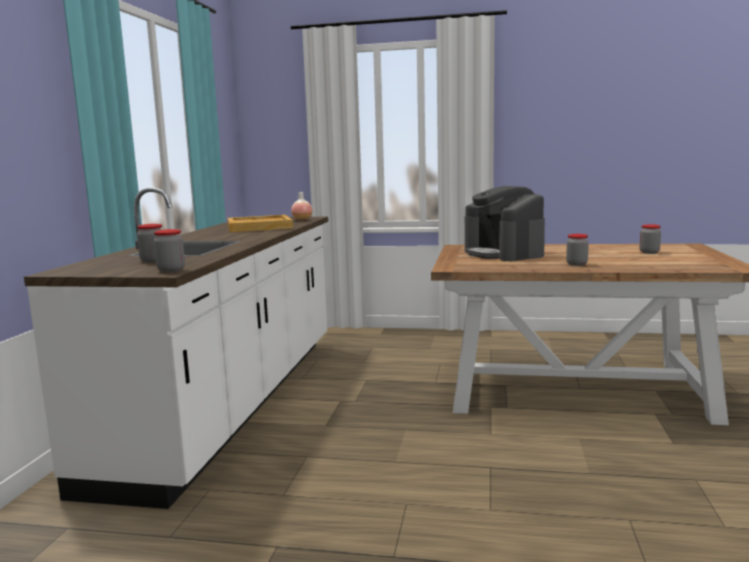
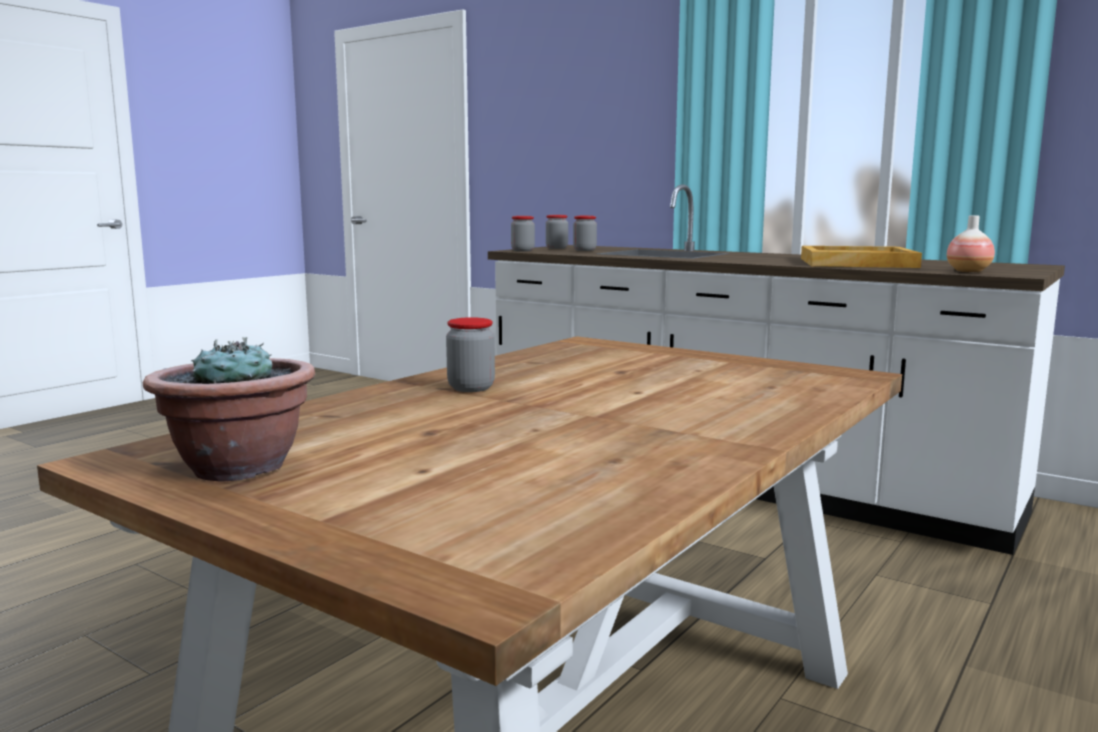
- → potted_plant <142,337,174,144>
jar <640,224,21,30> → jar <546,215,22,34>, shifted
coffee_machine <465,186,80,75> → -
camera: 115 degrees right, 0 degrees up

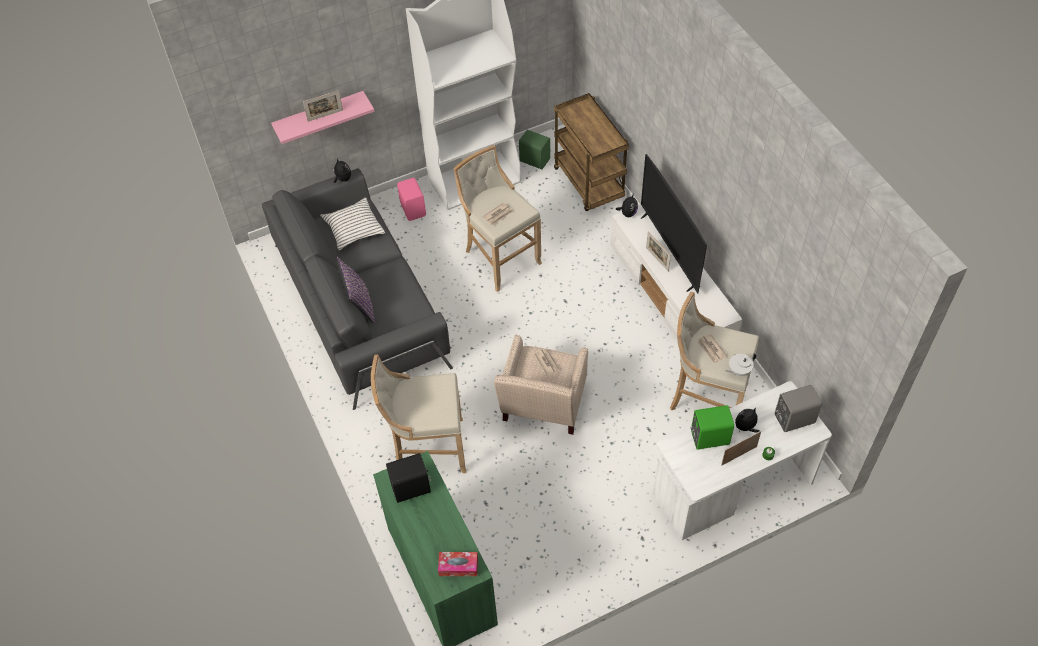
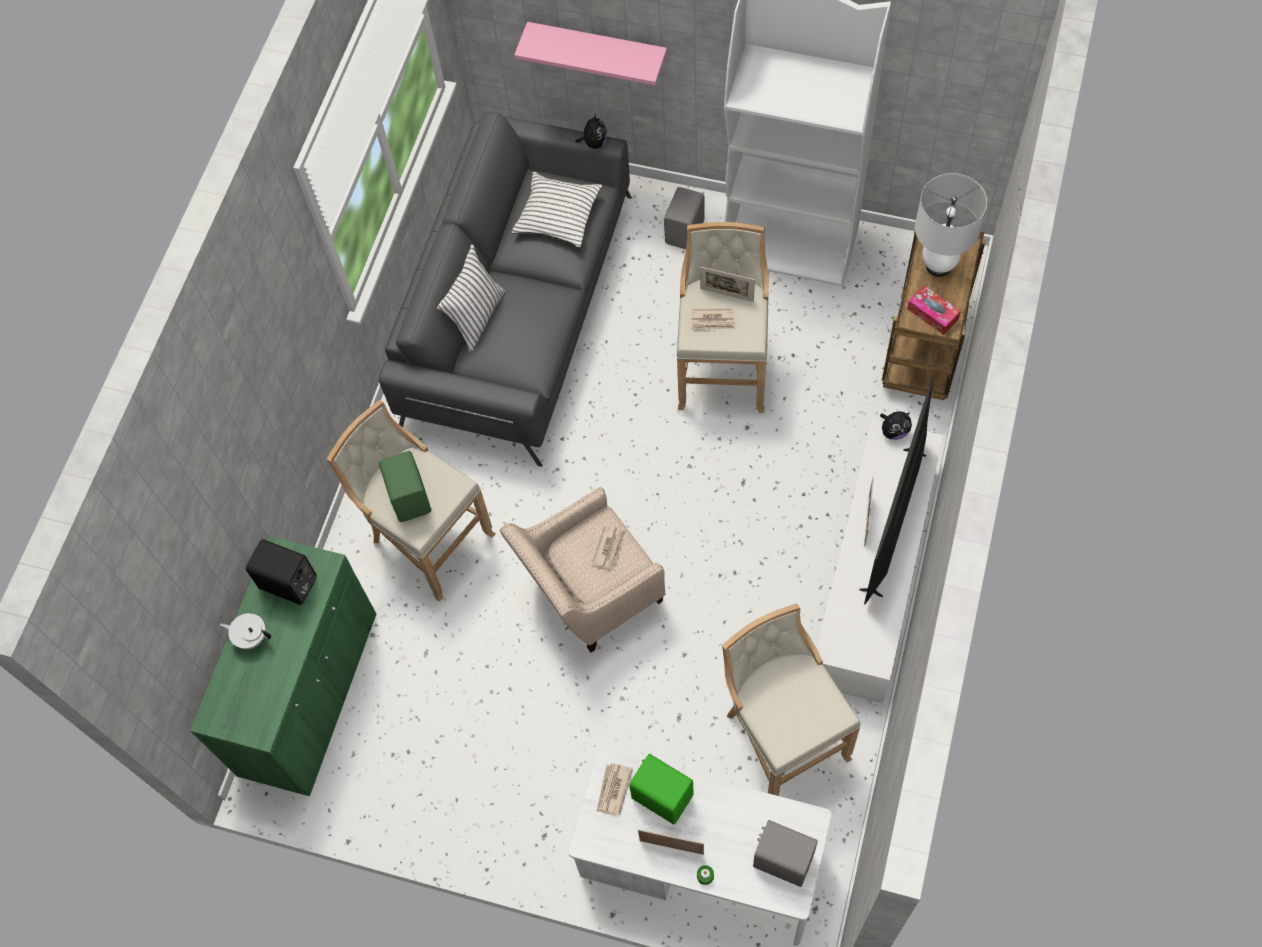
white_teapot <725,353,31,23> → white_teapot <220,613,51,36>, shifted
green_speaker <519,130,31,39> → green_speaker <379,451,52,71>, shifted
purple_pillow <336,257,39,67> → white_pillow <437,244,68,109>
newspaper <697,334,30,30> → newspaper <596,763,37,52>, shifted
pink_speaker <397,178,29,43> → grey_speaker <664,187,41,62>
picture_frame <303,90,40,32> → picture_frame <700,266,55,36>, shifted
tissue_box <438,552,40,24> → tissue_box <907,285,54,50>, shifted
- → white_table_lamp <915,173,72,104>
plush_toy <735,407,25,26> → -
camera: 45 degrees right, 10 degrees up

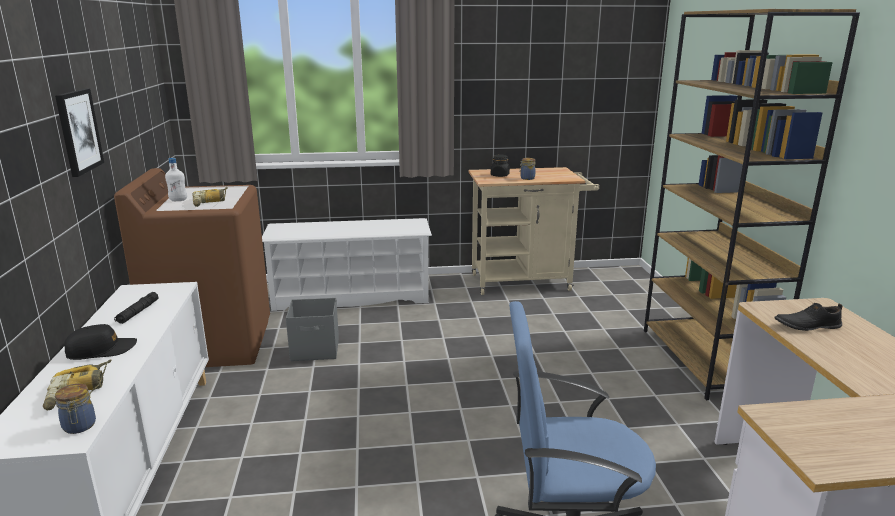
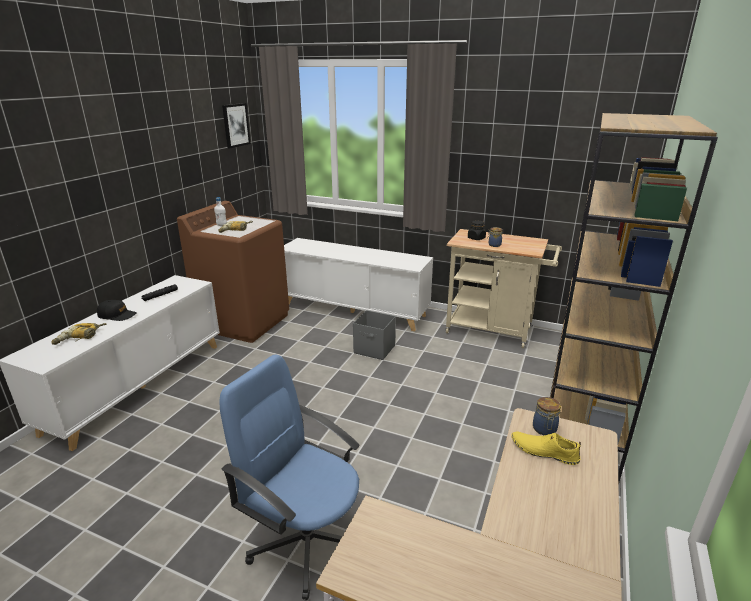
picture <55,89,49,88> → picture <222,103,29,45>, shifted
white_shoe_rack <262,218,170,93> → white_cabinet <284,238,149,94>
grey_storage_box <286,298,53,63> → grey_storage_box <353,310,43,50>, shifted
black_shoe <774,303,68,28> → yellow_shoe <511,431,70,34>
jar <55,384,41,50> → jar <533,397,28,38>, shifted
camera: 30 degrees right, 5 degrees up

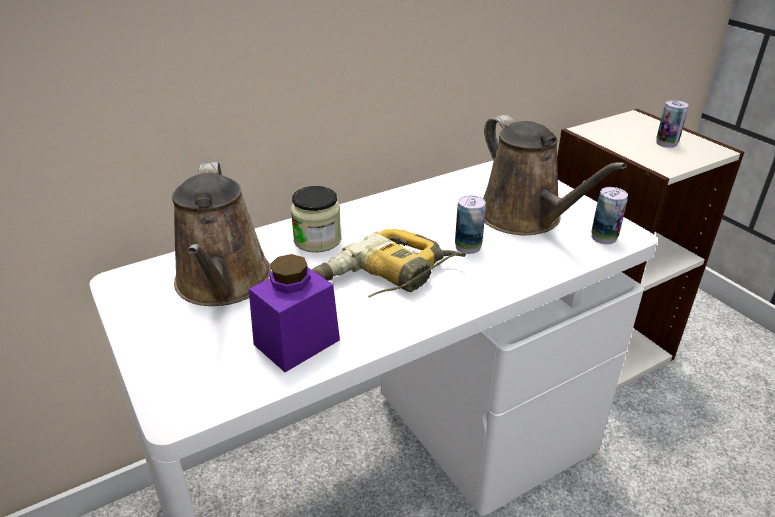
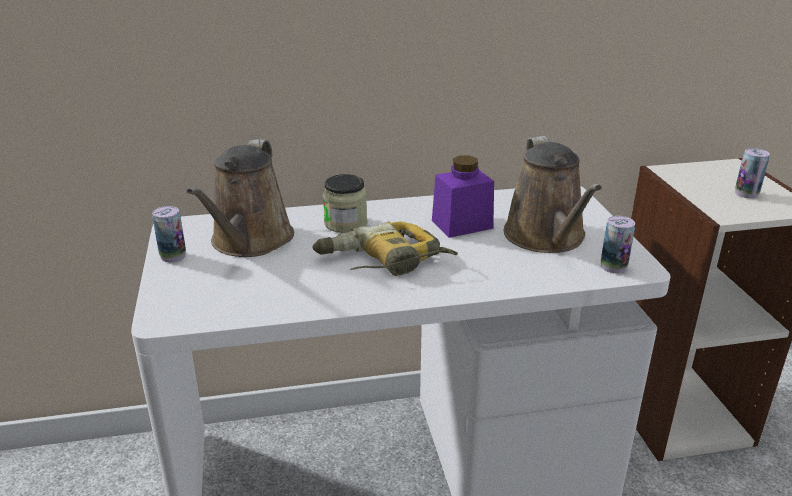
can <455,195,31,59> → can <152,206,34,56>, shifted
purple_jar <249,254,91,118> → purple_jar <432,156,62,82>, shifted
camera: 20 degrees right, 5 degrees down

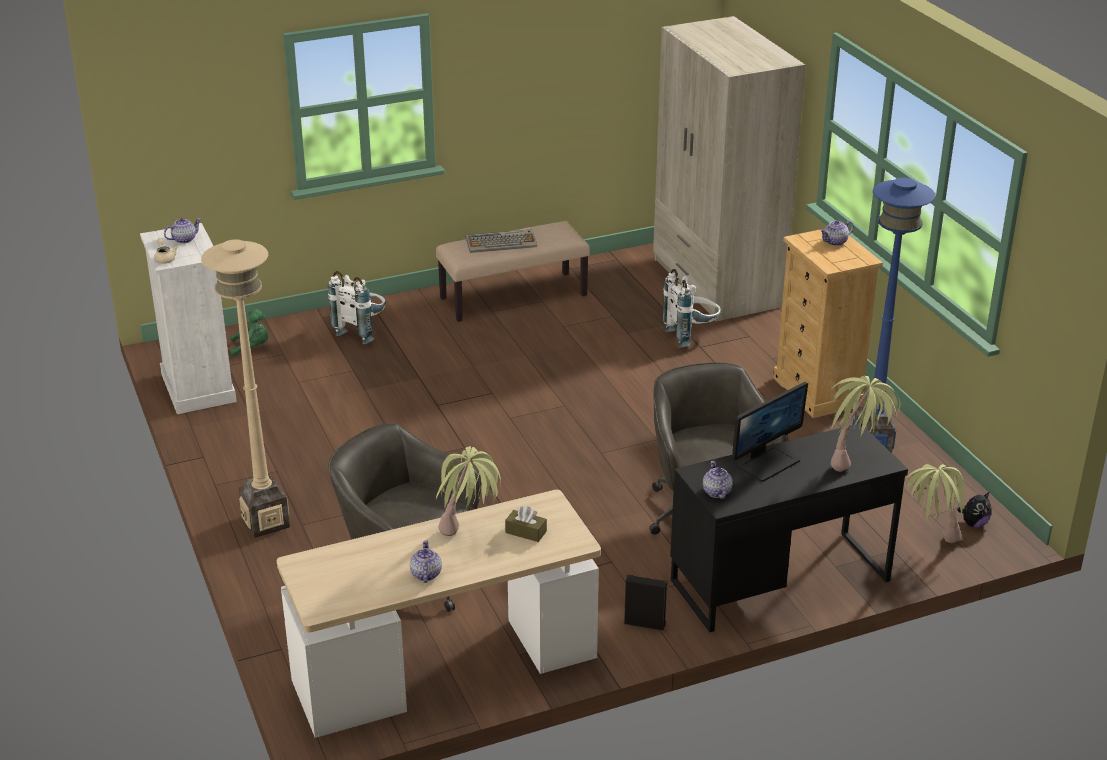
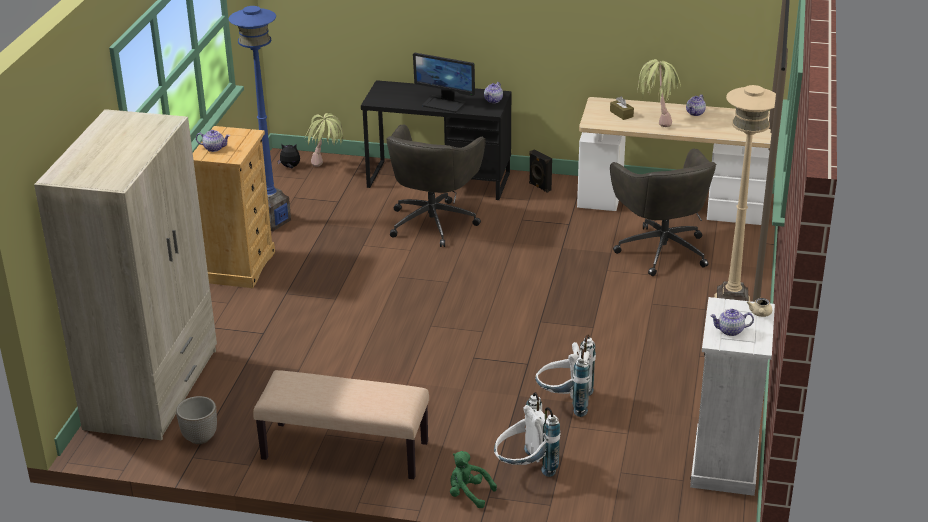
- → planter <176,396,41,48>
monitor <732,382,76,100> → monitor <413,53,62,60>, 150 degrees counterclockwise
green_plush_toy <230,309,38,48> → green_plush_toy <450,451,47,57>, shifted
white_backpack <663,269,58,78> → white_backpack <535,334,61,83>, shifted
keyboard <466,229,71,24> → -
potted_plant <830,376,70,96> → -
camera: 145 degrees left, 0 degrees up

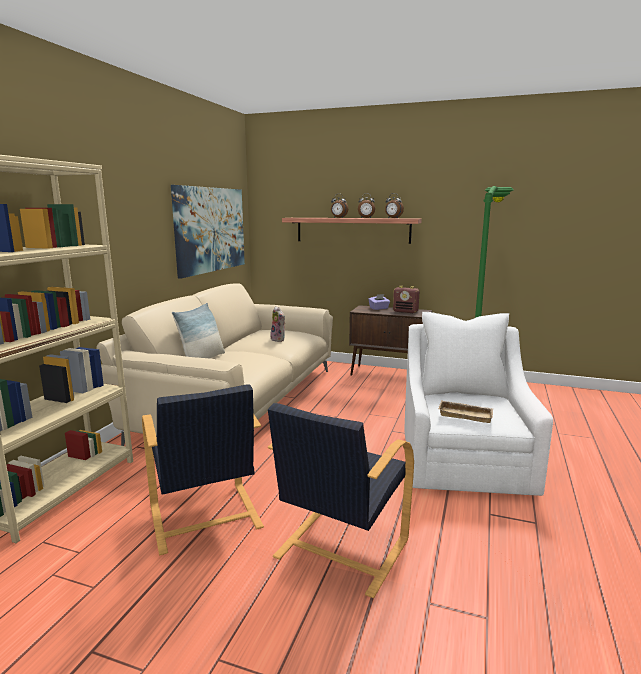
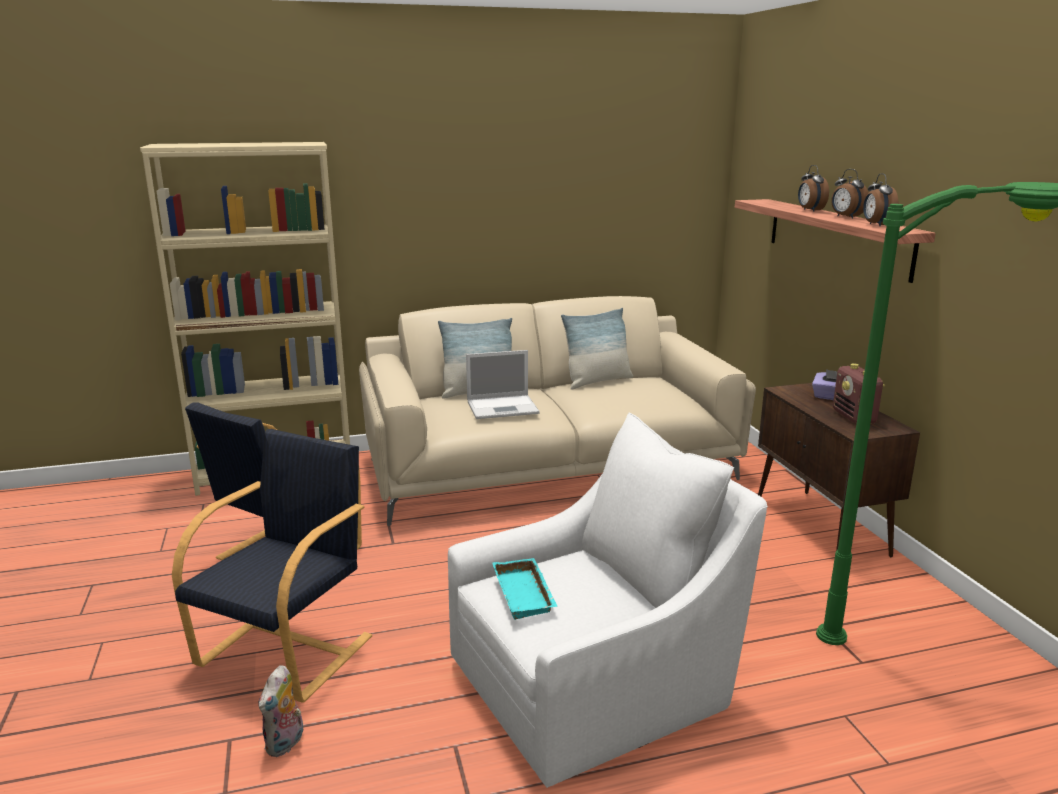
black_armchair <268,403,146,195> → black_armchair <172,429,200,274>, 120 degrees clockwise
plush_toy <270,306,15,36> → plush_toy <258,665,45,92>, shifted
- → laptop <466,350,74,69>
beige_tray <438,400,55,23> → turquoise_tray <492,558,66,62>
- → pillow <561,308,72,82>
picture <171,185,74,94> → -
camera: 55 degrees right, 5 degrees up

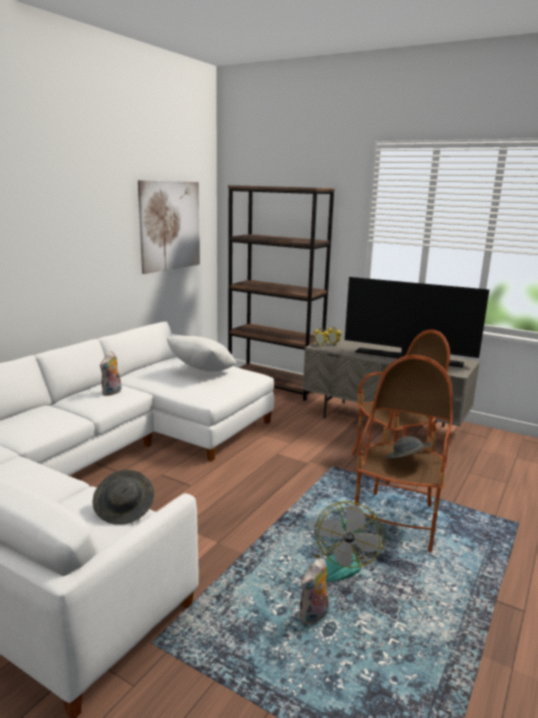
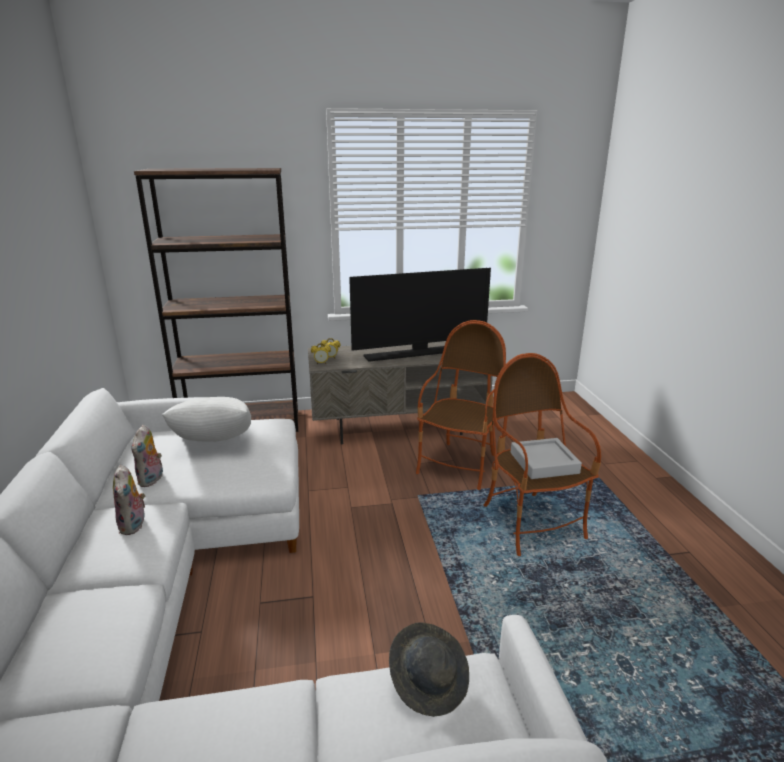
plush_toy <300,558,30,66> → plush_toy <131,425,32,62>, shifted
grey_hat <386,436,47,23> → grey_tray <511,438,71,41>
picture <138,180,62,94> → -
fan <312,501,73,80> → -
camera: 40 degrees left, 5 degrees up

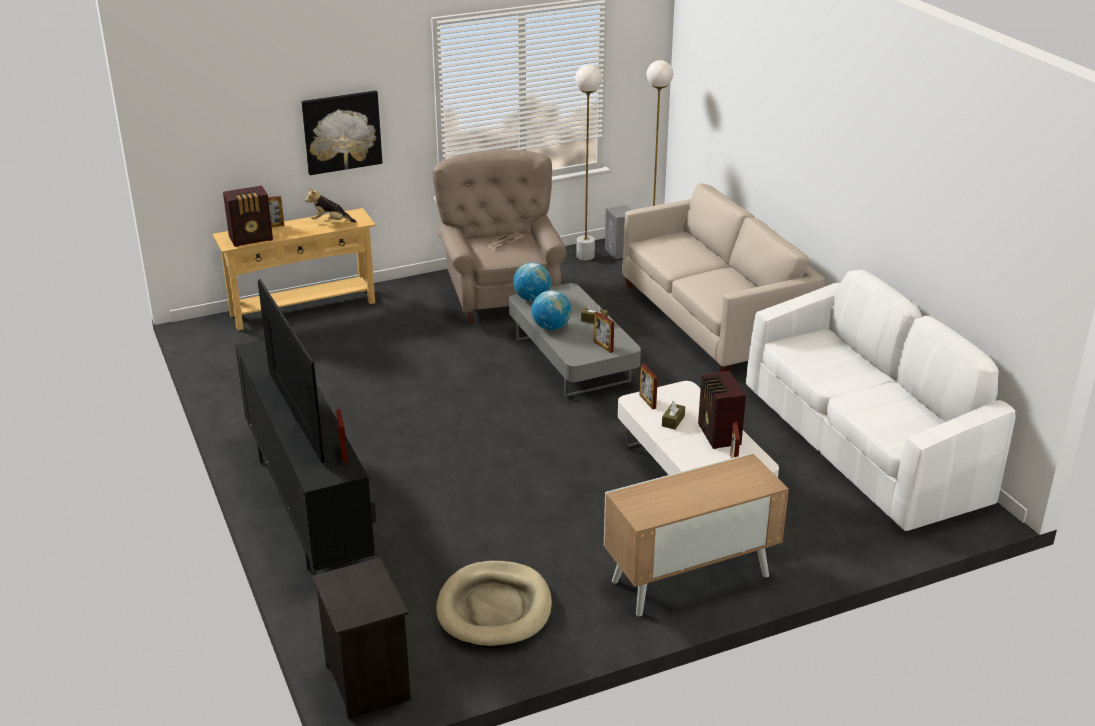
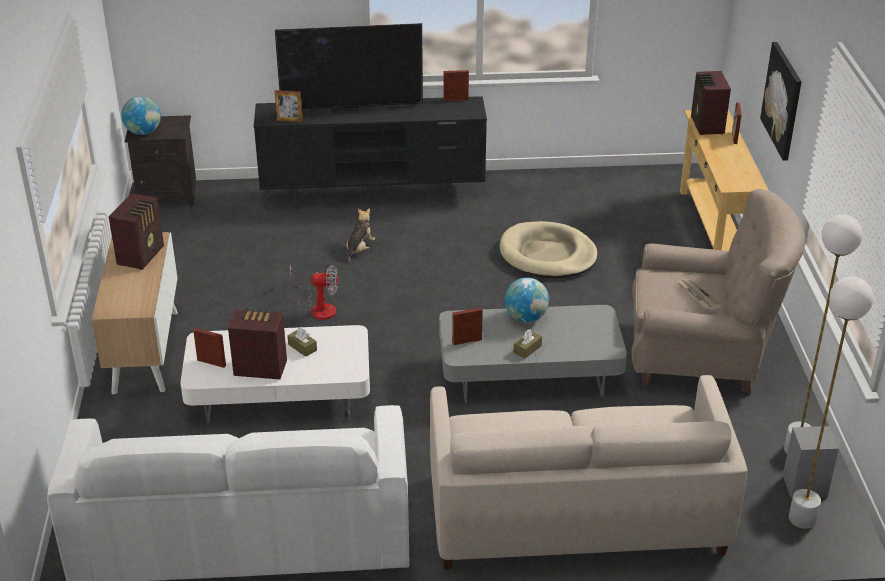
- → radio <108,193,56,77>
globe <513,263,38,38> → globe <121,96,40,39>, shifted
- → fan <290,264,48,56>
plush_toy <305,188,51,35> → plush_toy <346,208,29,56>, shifted
picture_frame <639,364,19,45> → picture_frame <444,70,25,31>, shifted
beige_dog_bed <436,561,116,87> → beige_dog_bed <500,221,98,57>, shifted
camera: 110 degrees right, 5 degrees up

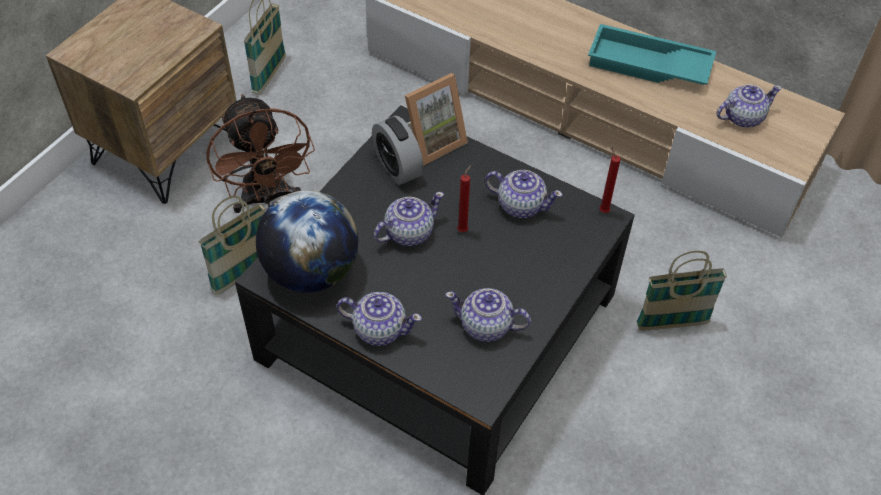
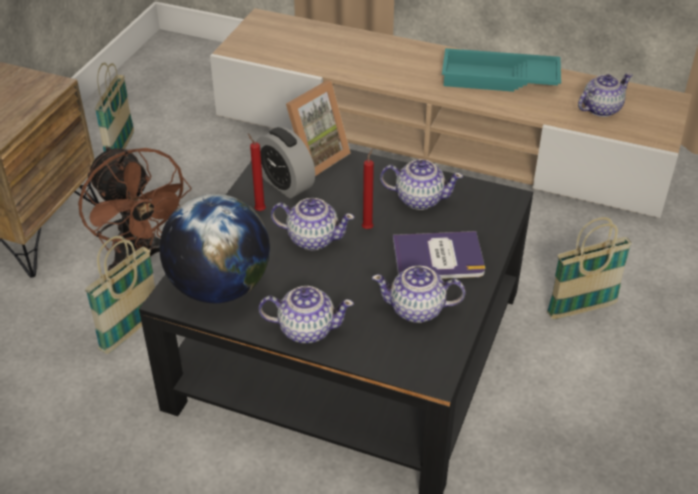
red_candle <599,146,22,67> → red_candle <248,133,18,78>, shifted
teapot <374,192,70,54> → teapot <271,198,83,52>, 60 degrees clockwise
- → book <393,231,92,48>
camera: 10 degrees left, 10 degrees down

